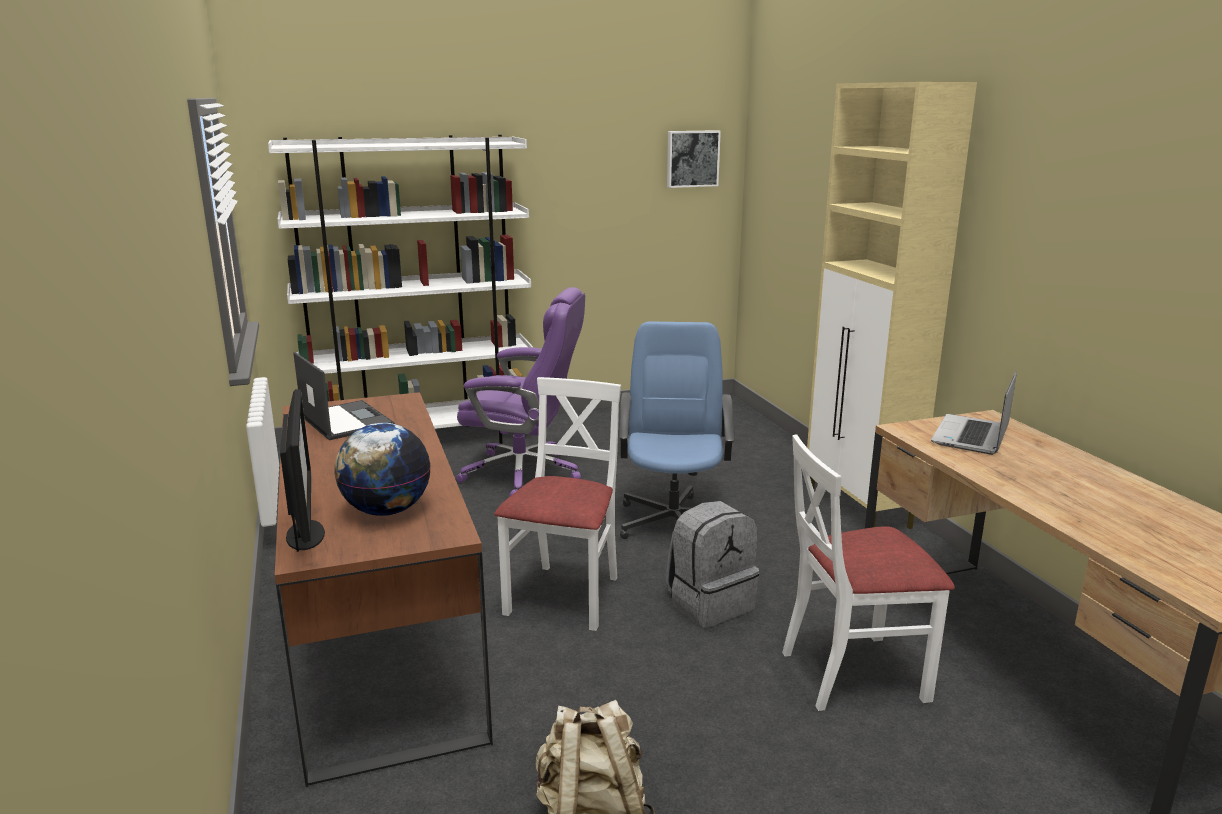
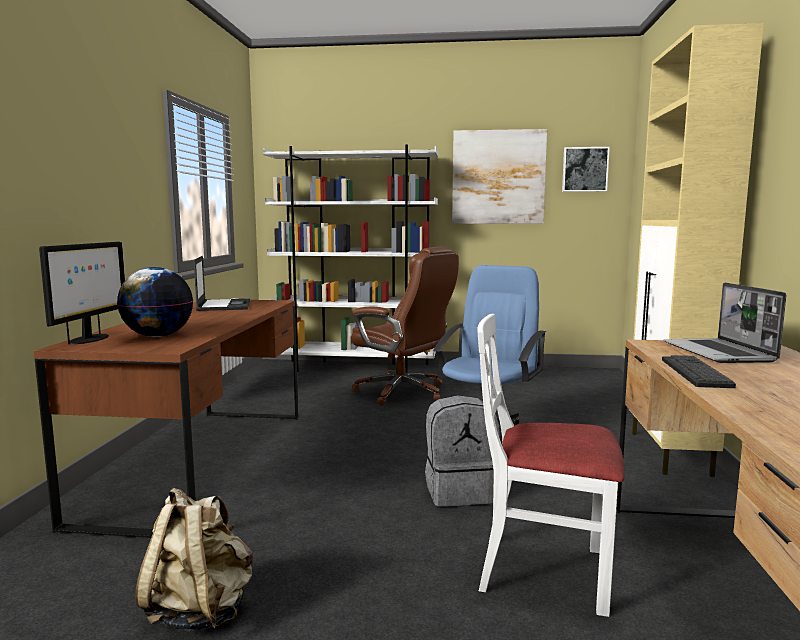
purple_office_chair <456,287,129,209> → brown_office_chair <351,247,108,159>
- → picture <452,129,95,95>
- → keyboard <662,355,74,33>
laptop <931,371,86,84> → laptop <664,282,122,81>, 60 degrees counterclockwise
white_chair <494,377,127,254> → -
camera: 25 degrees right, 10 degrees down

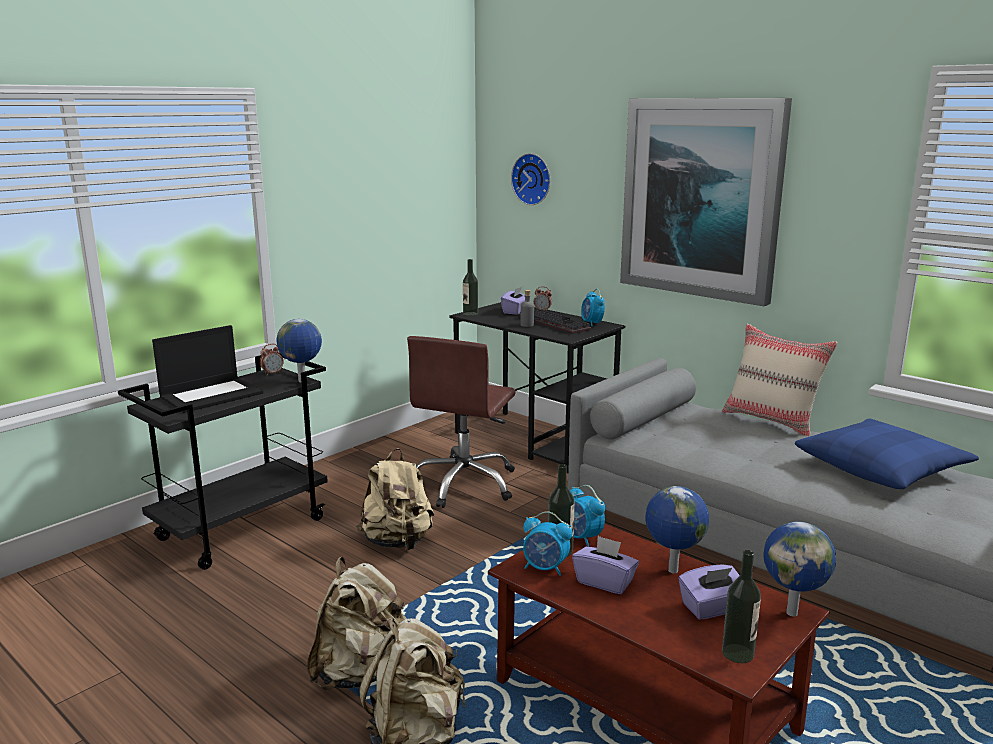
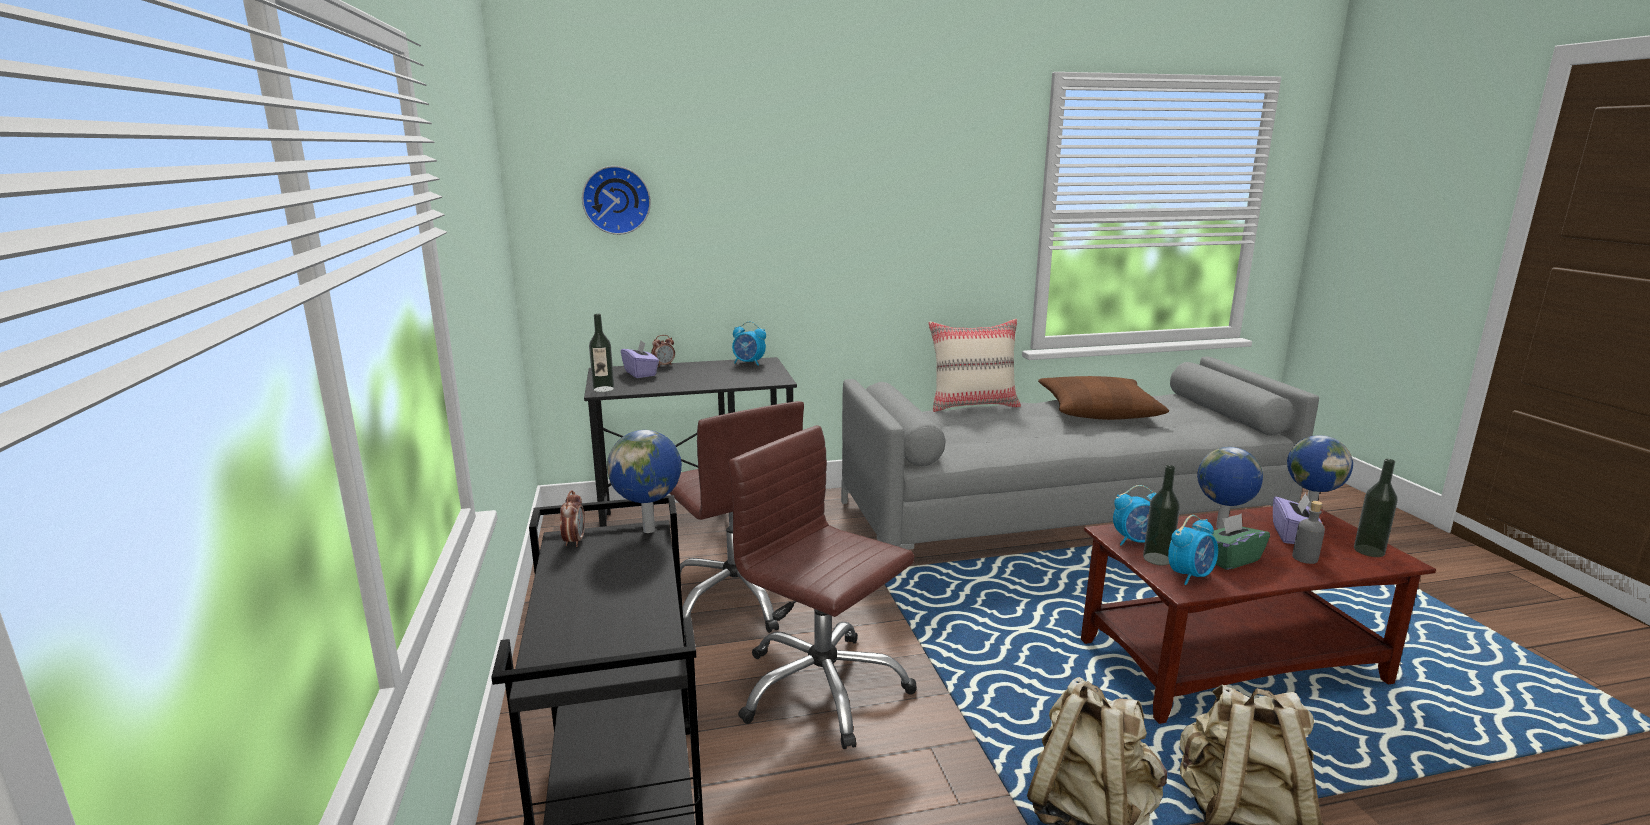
beige_backpack <356,448,78,102> → brown_office_chair <729,425,188,324>
blue_pillow <795,418,184,71> → brown_pillow <1038,376,131,44>
purple_tissue_box <572,536,67,58> → green_tissue_box <1212,513,58,57>
grey_bottle <521,290,13,37> → grey_bottle <1292,501,33,63>, shifted
laptop <152,325,111,88> → -
keyboard <519,308,72,26> → -
picture <620,98,172,208> → -
camera: 55 degrees left, 0 degrees up

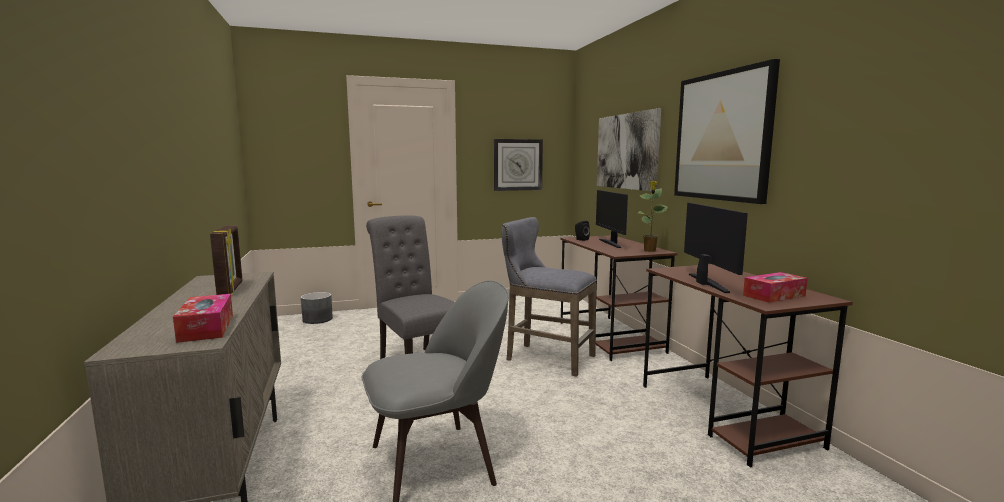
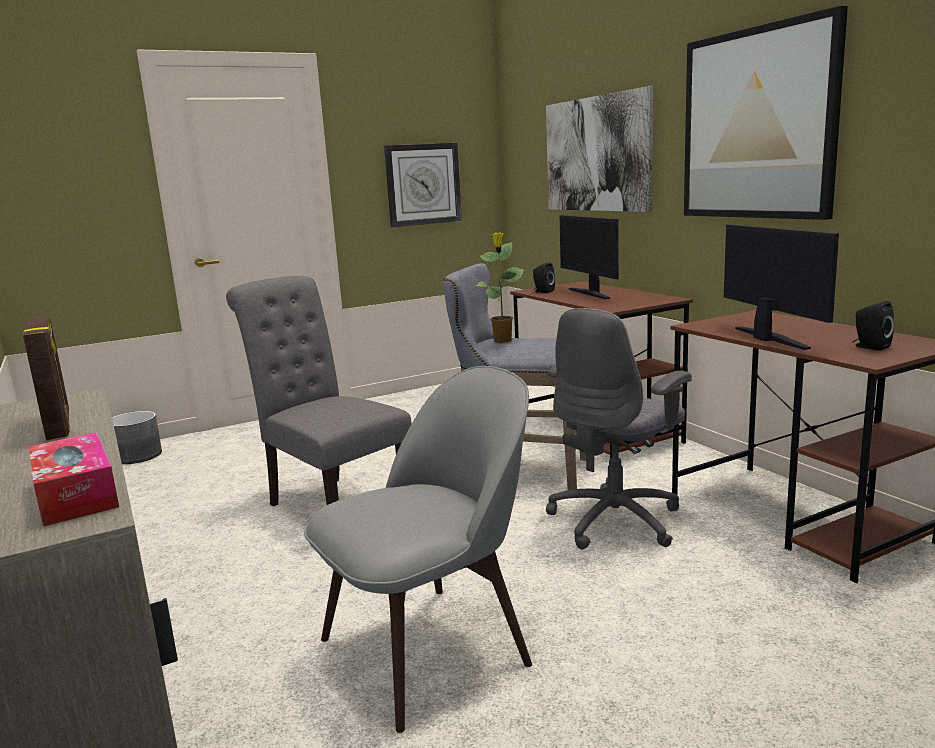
potted_plant <638,181,30,71> → potted_plant <476,232,47,111>, shifted
- → grey_office_chair <546,308,146,242>
tissue_box <743,272,65,31> → black_speaker <852,301,42,50>
camera: 10 degrees left, 5 degrees up

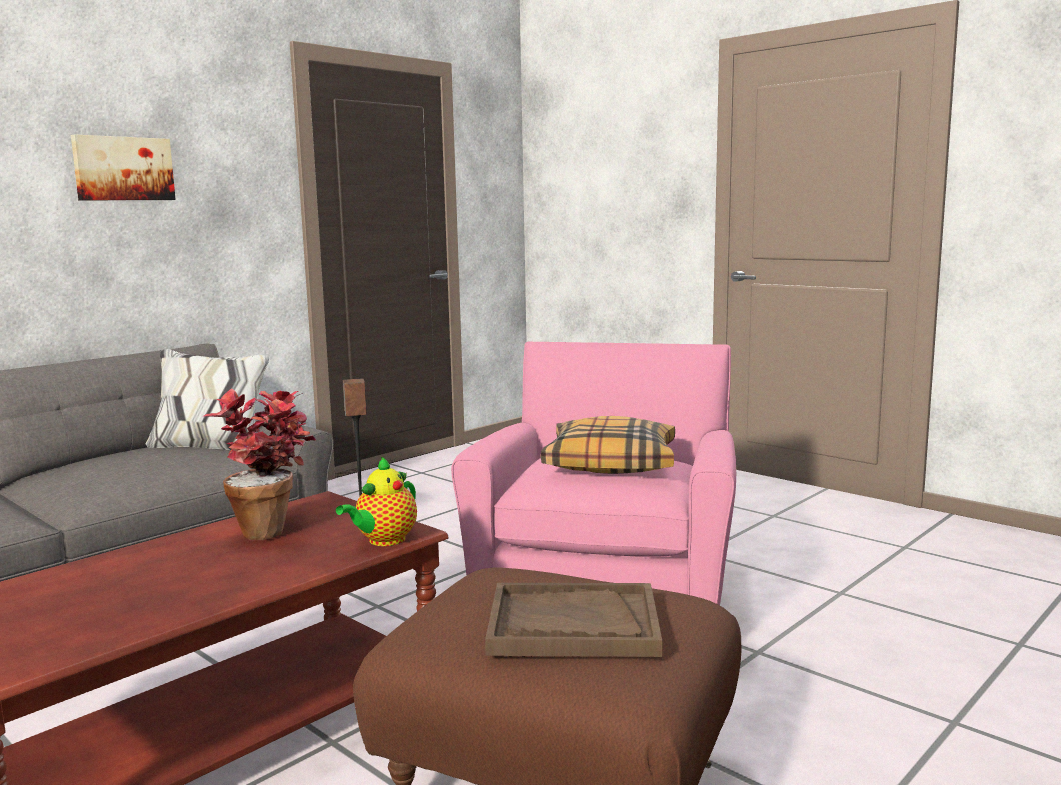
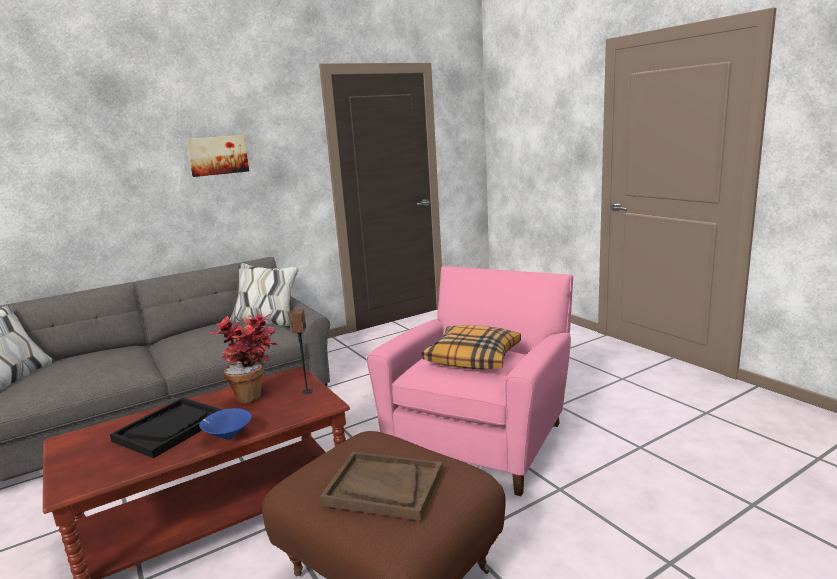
- → black_tray <110,398,113,60>
- → blue_bowl <199,408,53,32>
teapot <336,456,81,90> → -
camera: 15 degrees right, 5 degrees up

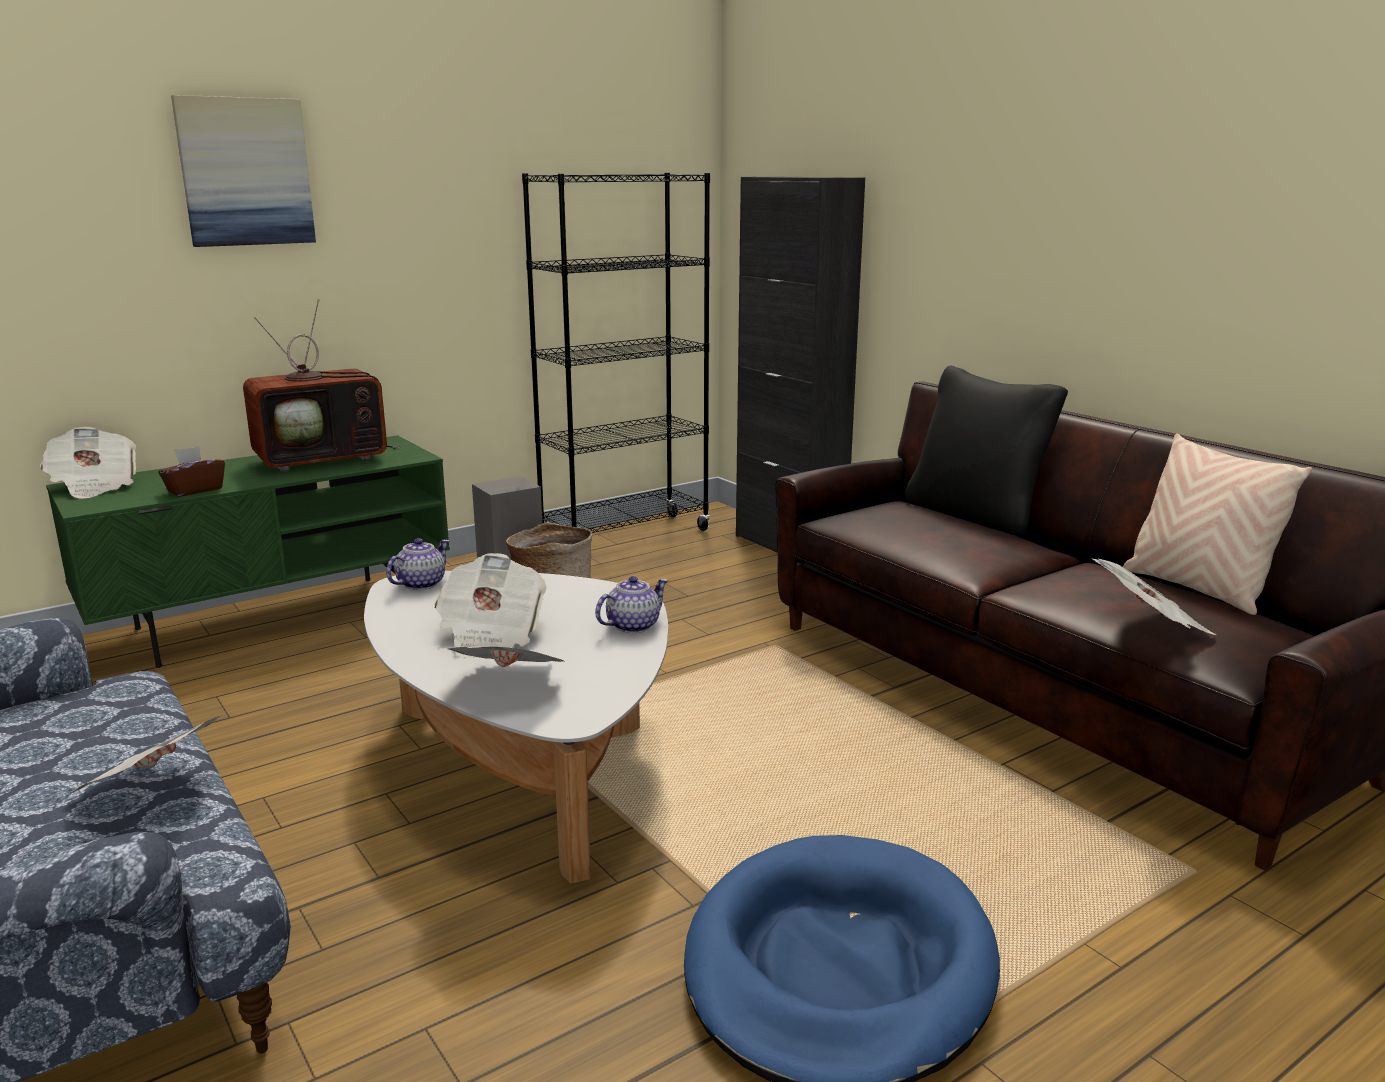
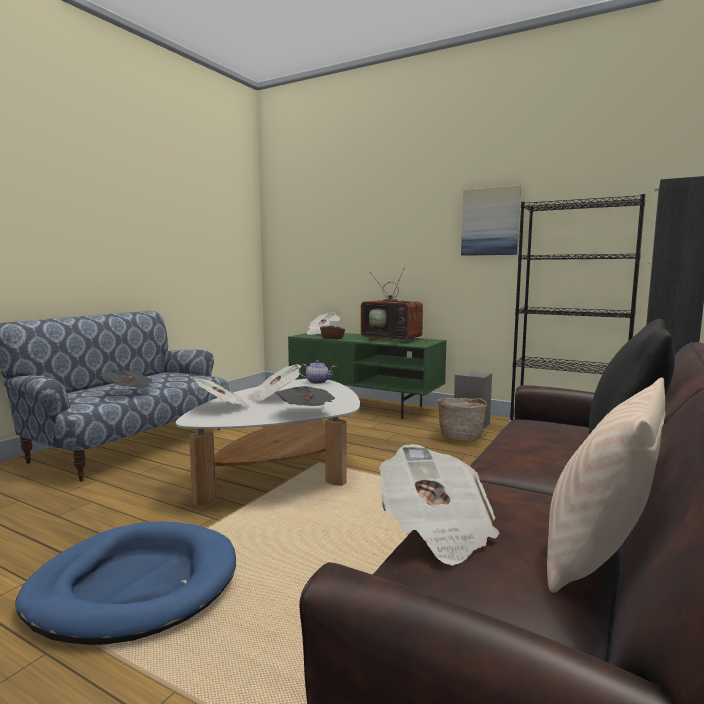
teapot <595,576,74,57> → newspaper <275,386,60,20>
picture <171,95,145,152> → picture <461,185,60,71>, shifted
camera: 65 degrees right, 10 degrees down

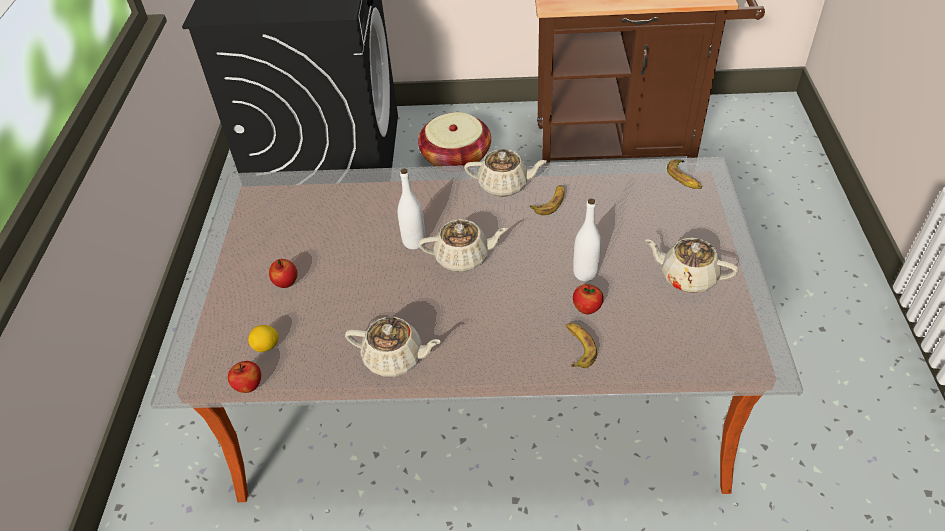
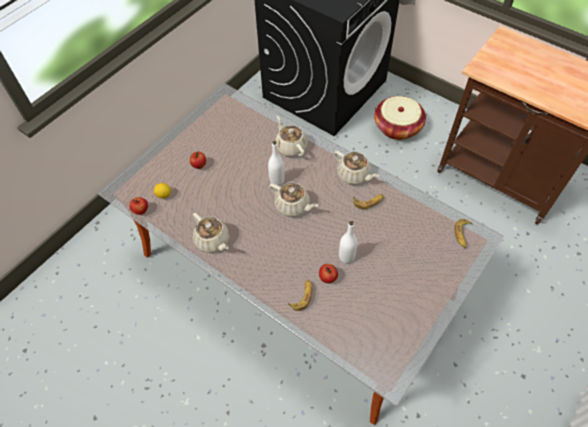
beige_teapot <645,238,93,55> → beige_teapot <275,116,33,41>, shifted
camera: 35 degrees right, 10 degrees up

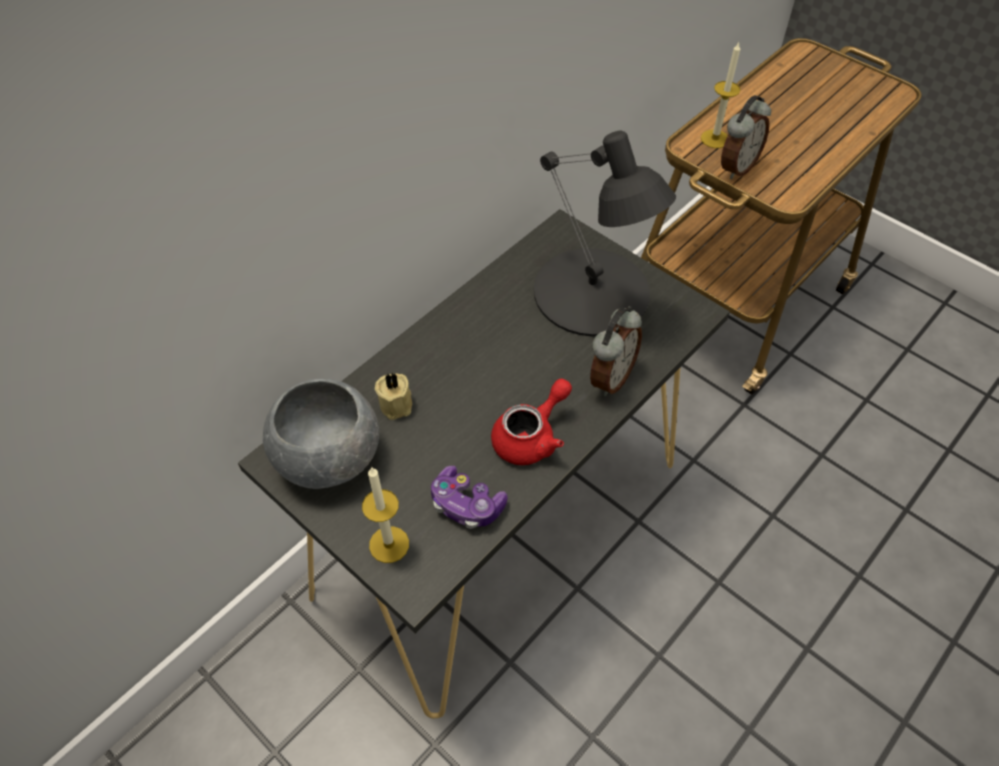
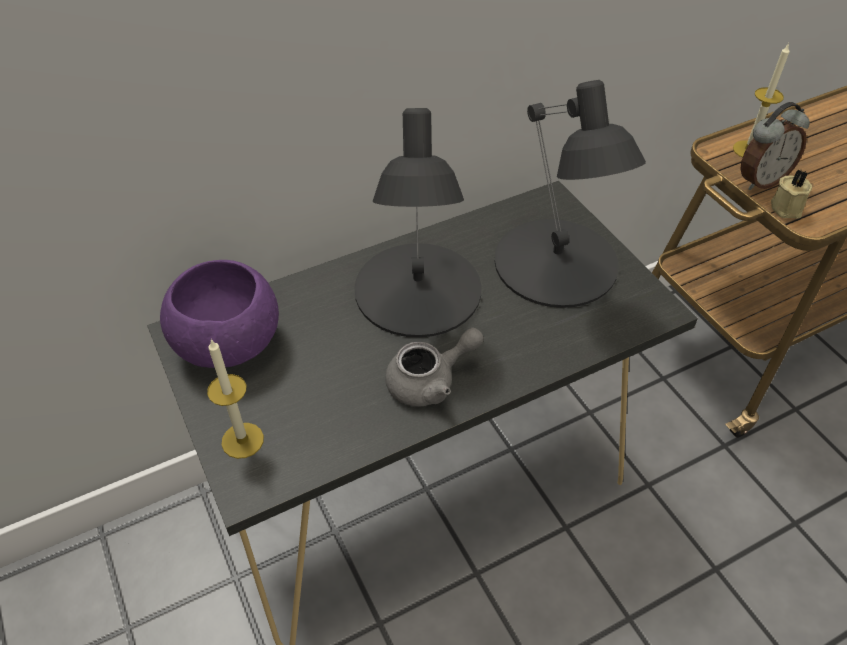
grey_bowl <263,378,116,111> → purple_bowl <160,260,119,108>
- → black_table_lamp <354,108,128,230>
red_teapot <491,379,81,86> → grey_teapot <385,328,98,79>
beige_candle <375,373,37,47> → beige_candle <771,169,41,50>, shifted
game_controller <431,466,77,63> → -
alarm_clock <590,306,52,90> → -
camera: 20 degrees right, 5 degrees down

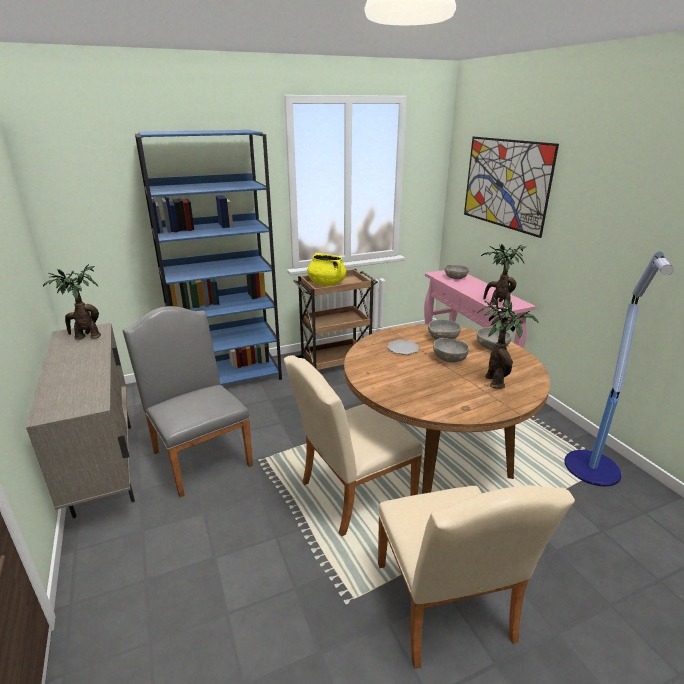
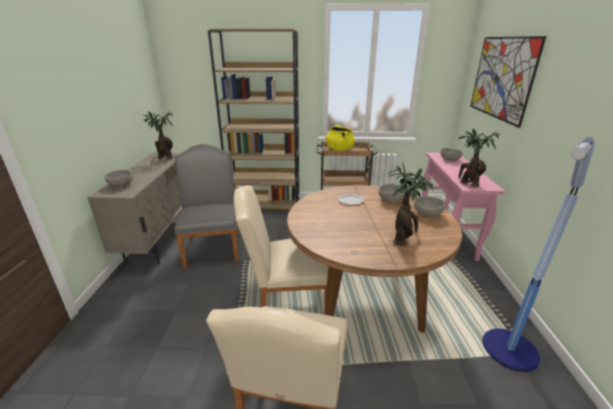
grey_bowl <433,338,36,25> → grey_bowl <104,170,29,17>, shifted
blue_bookcase <135,130,147,255> → brown_bookcase <208,29,91,180>
camera: 25 degrees right, 0 degrees up

